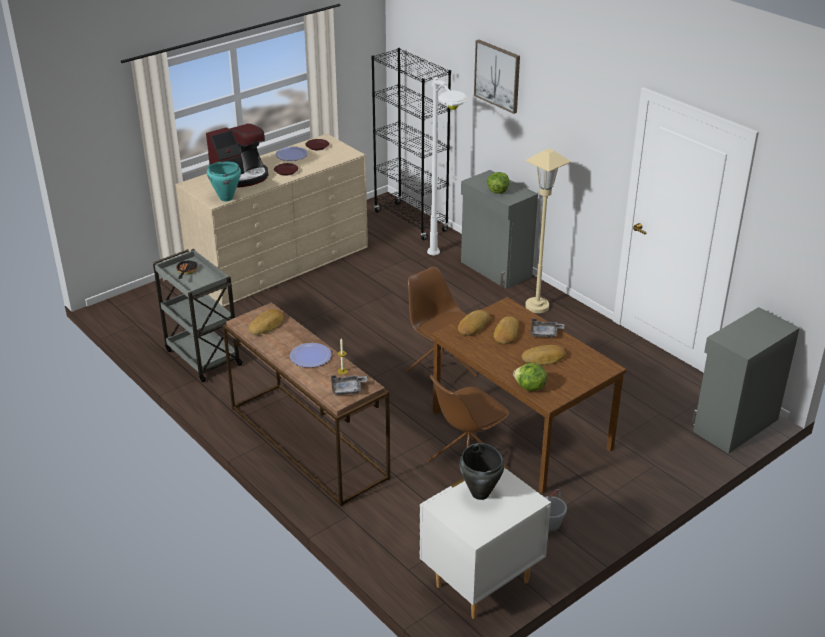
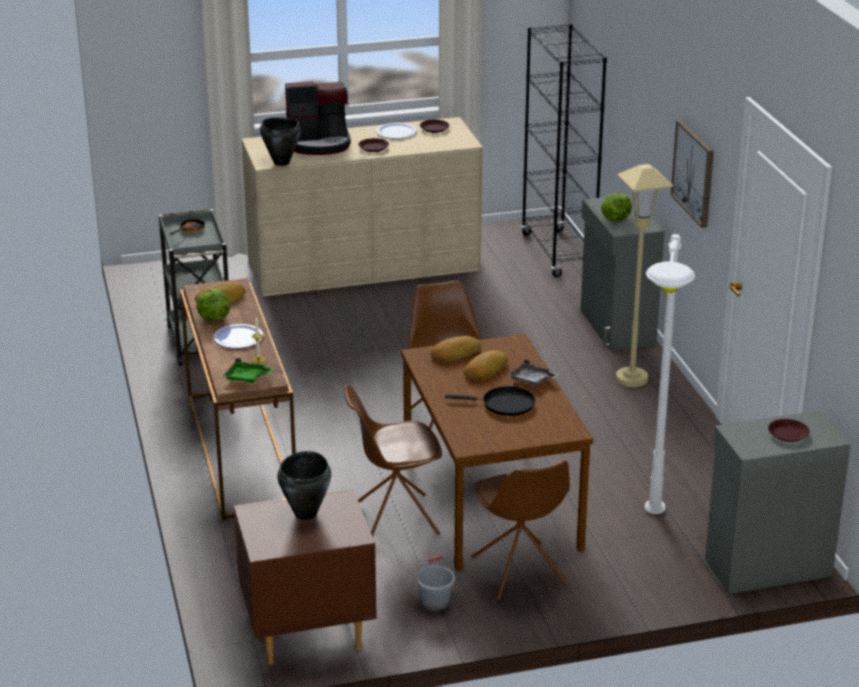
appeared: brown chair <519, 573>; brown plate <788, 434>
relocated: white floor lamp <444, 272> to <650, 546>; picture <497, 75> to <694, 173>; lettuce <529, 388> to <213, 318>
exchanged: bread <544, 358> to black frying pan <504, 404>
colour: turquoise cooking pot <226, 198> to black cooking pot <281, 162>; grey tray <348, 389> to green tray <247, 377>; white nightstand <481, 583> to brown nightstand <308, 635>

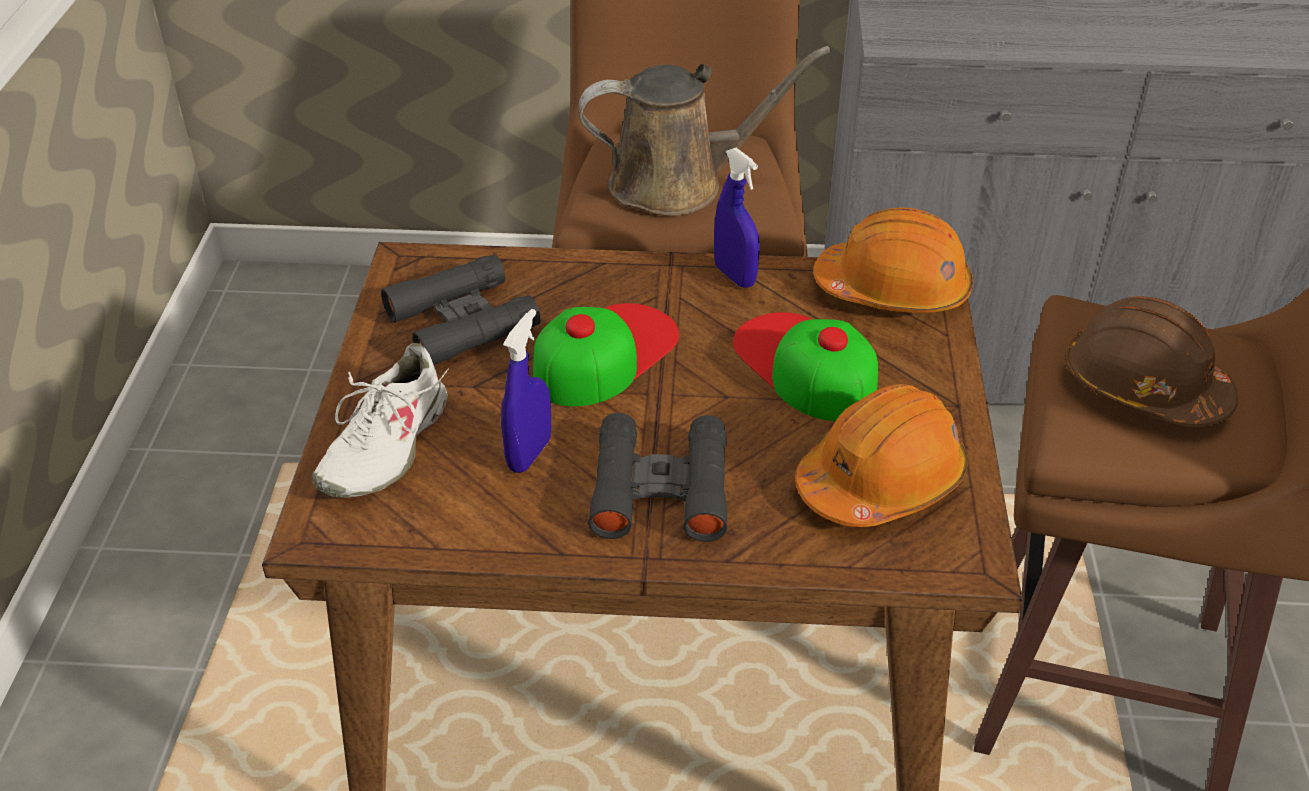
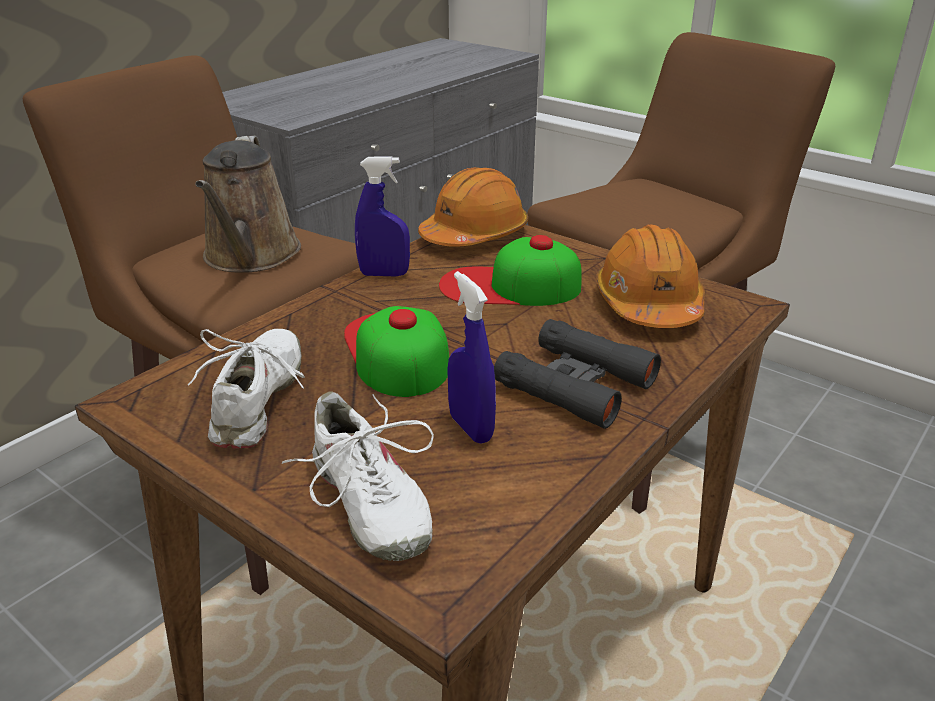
missing: brown hard hat <1142, 387>
exchanged: black binoculars <462, 322> to white shoe <260, 400>
spun: brown watering can <677, 184> = <250, 256> 150 degrees clockwise

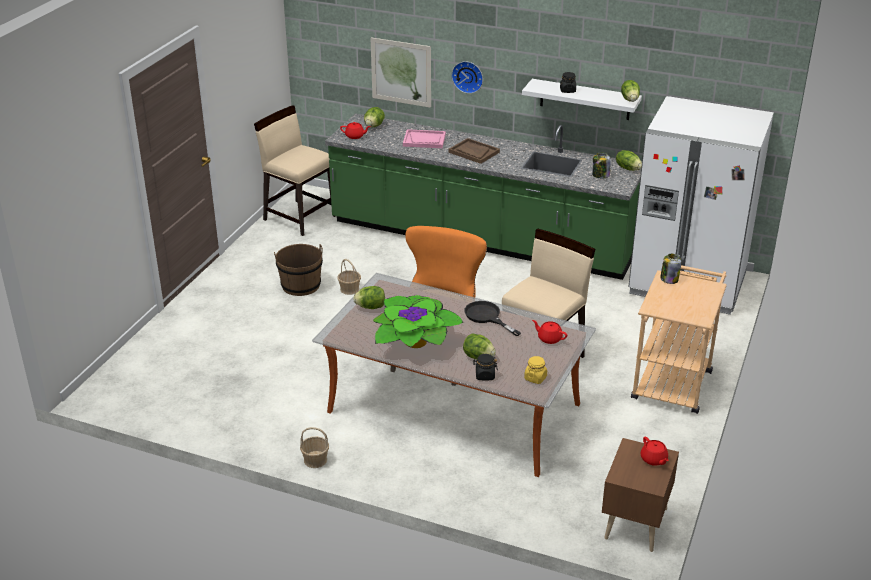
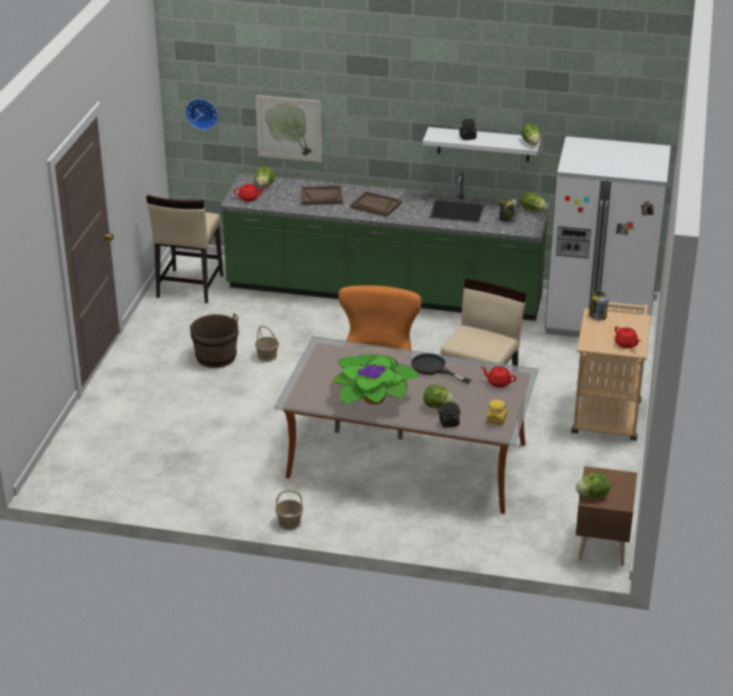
relocated: lettuce <370, 307> to <592, 495>; wall clock <468, 76> to <202, 113>; red teapot <654, 459> to <626, 344>
colour: pink tray <424, 140> to brown tray <321, 197>
spun: beige chair <299, 217> = <189, 286> 105 degrees counterclockwise

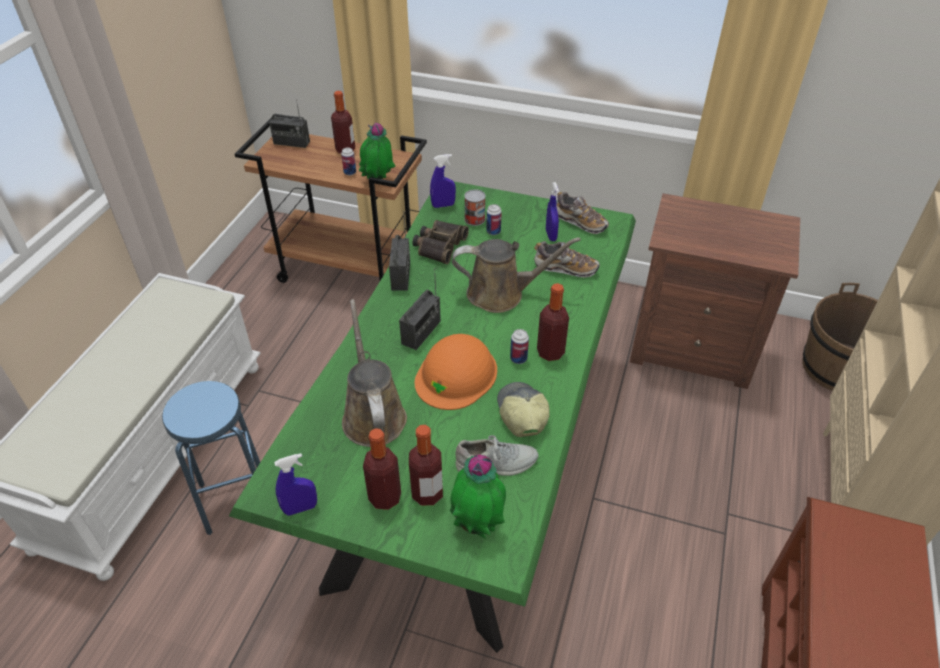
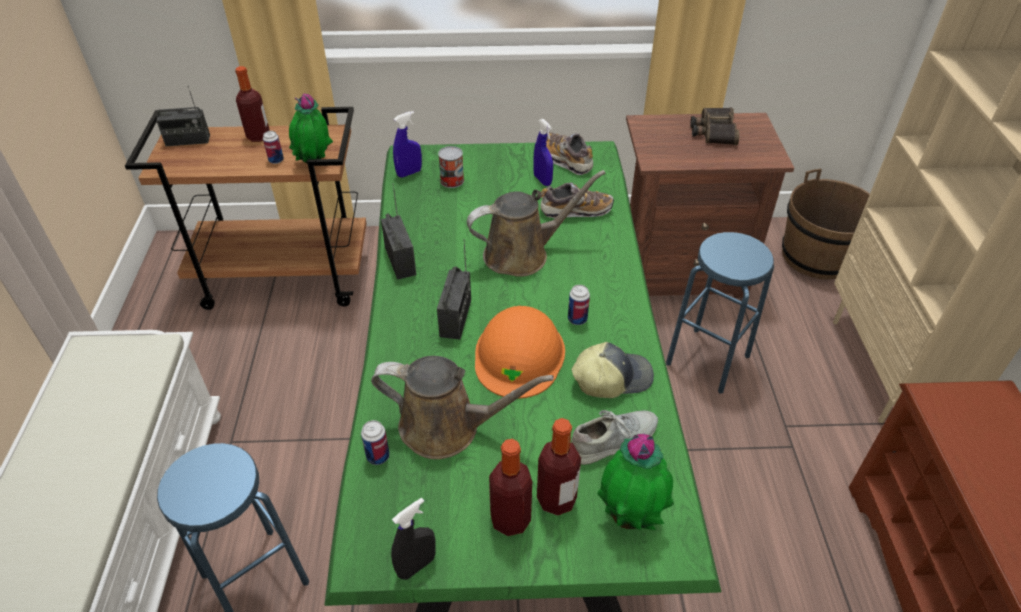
missing: bottle <550, 352>
appeared: blue stool <708, 360>
relocated: binoculars <439, 245> to <713, 131>; can <493, 231> to <378, 456>
colour: blue spray bottle <300, 508> to black spray bottle <416, 566>
spun: brown watering can <373, 415> = <447, 427> 135 degrees clockwise; cap <521, 413> = <611, 378> 105 degrees clockwise; shoe <580, 222> = <566, 160> 150 degrees counterclockwise

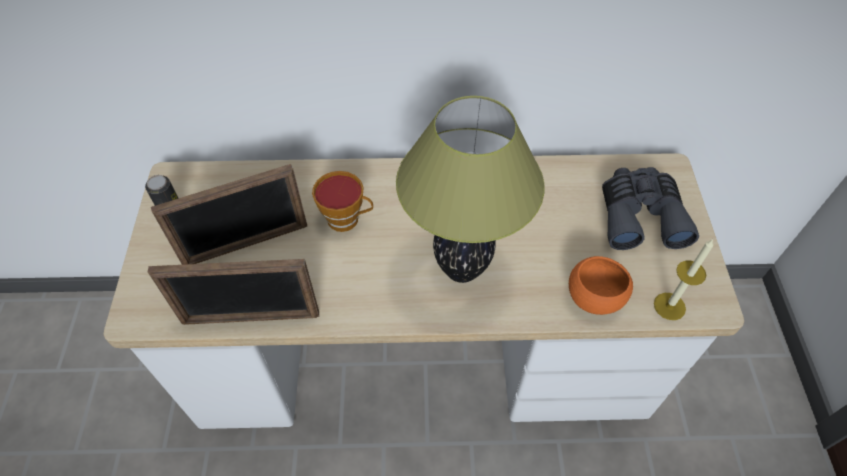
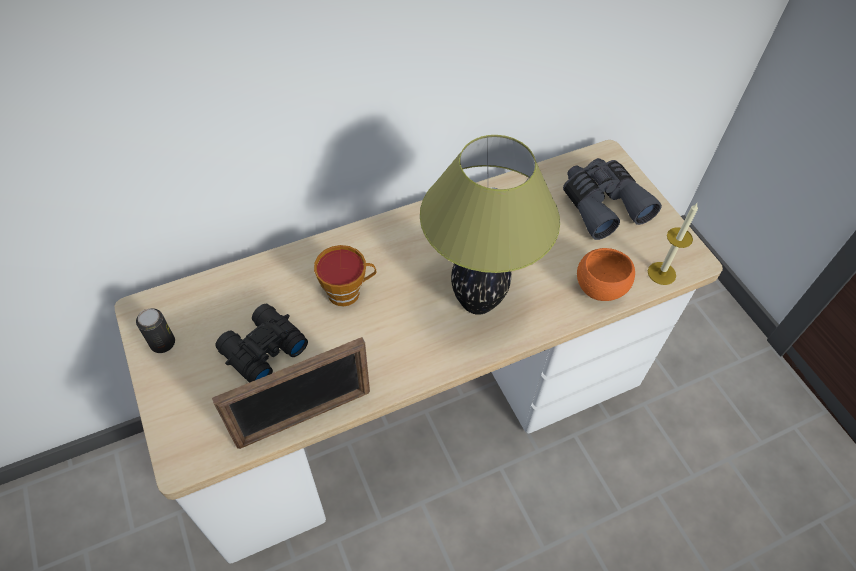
exchanged: picture frame <246, 245> to black binoculars <261, 350>

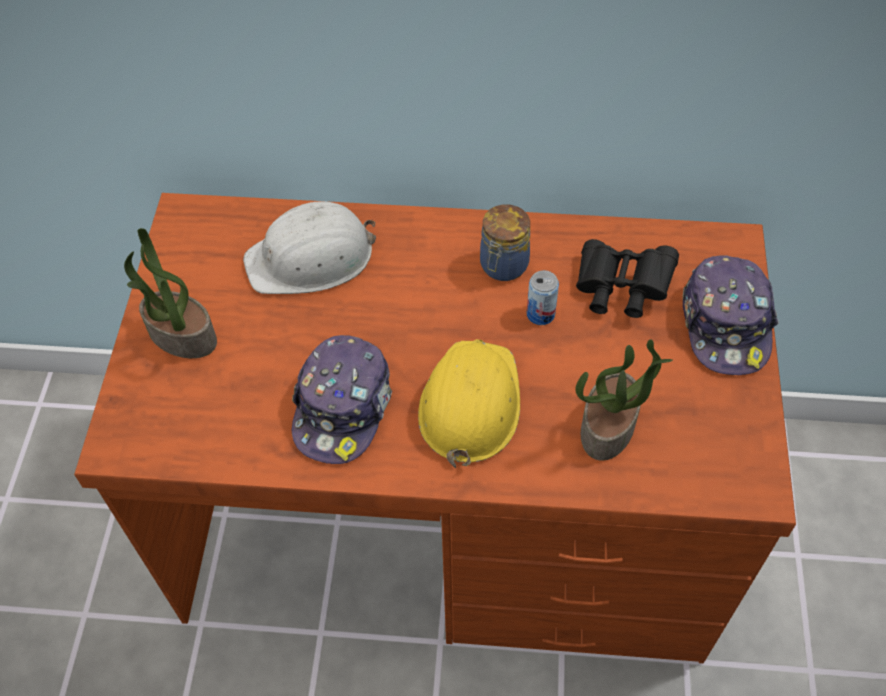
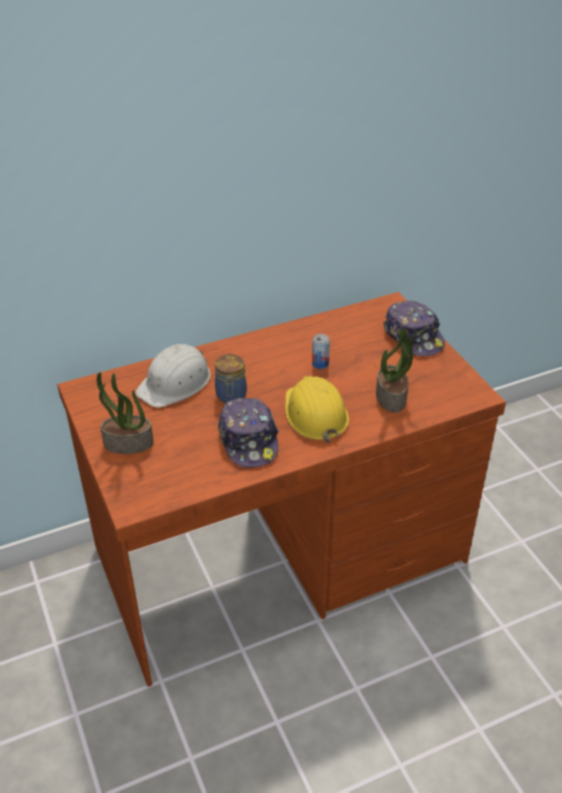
missing: black binoculars <620, 289>
relocated: jar <503, 266> to <231, 396>

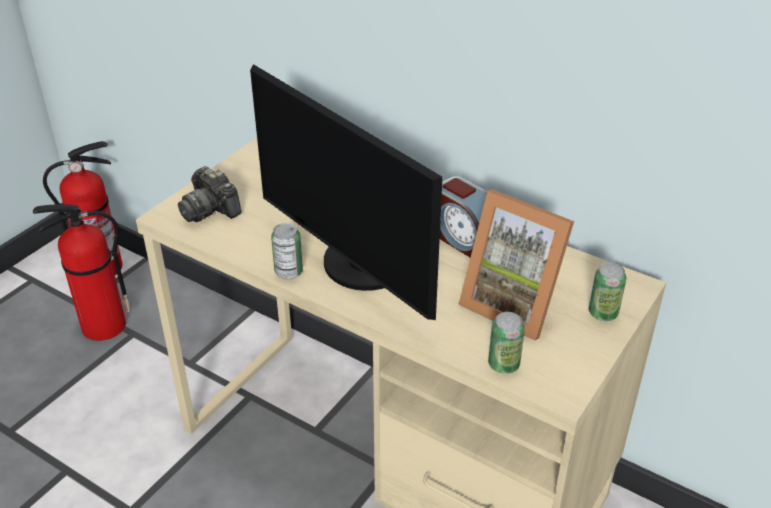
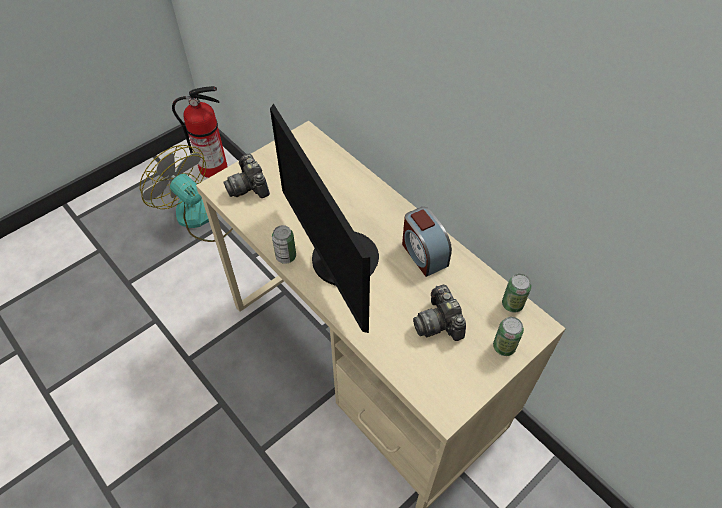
relocated: can <503, 364> to <512, 304>
exchanged: fire extinguisher <102, 327> to fan <202, 215>; picture frame <514, 304> to photo camera <439, 322>

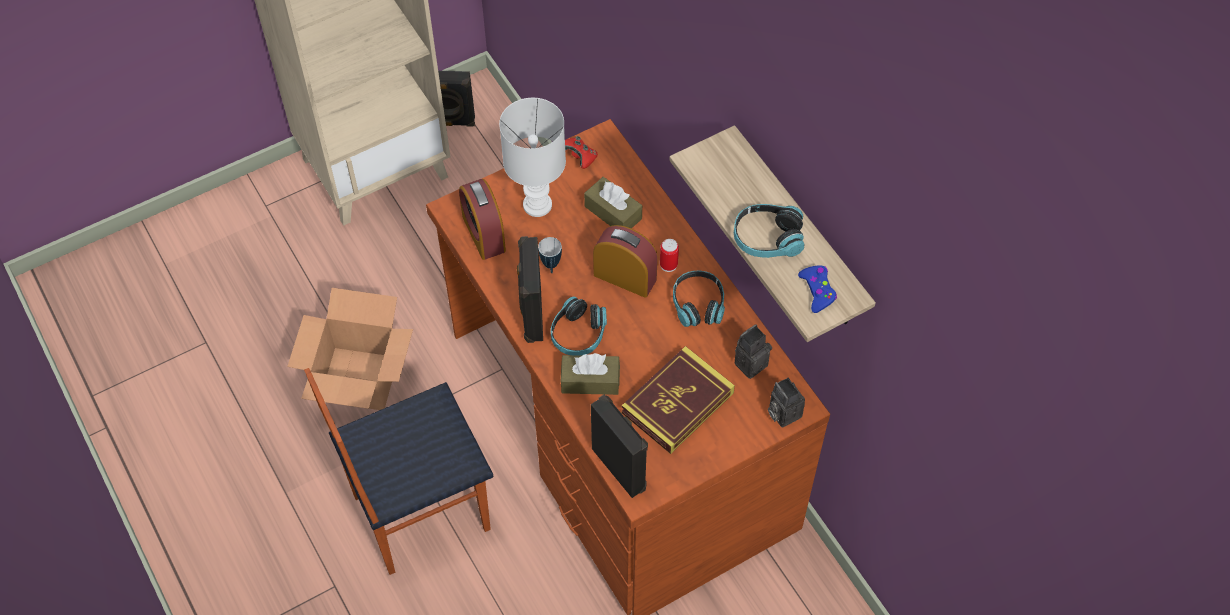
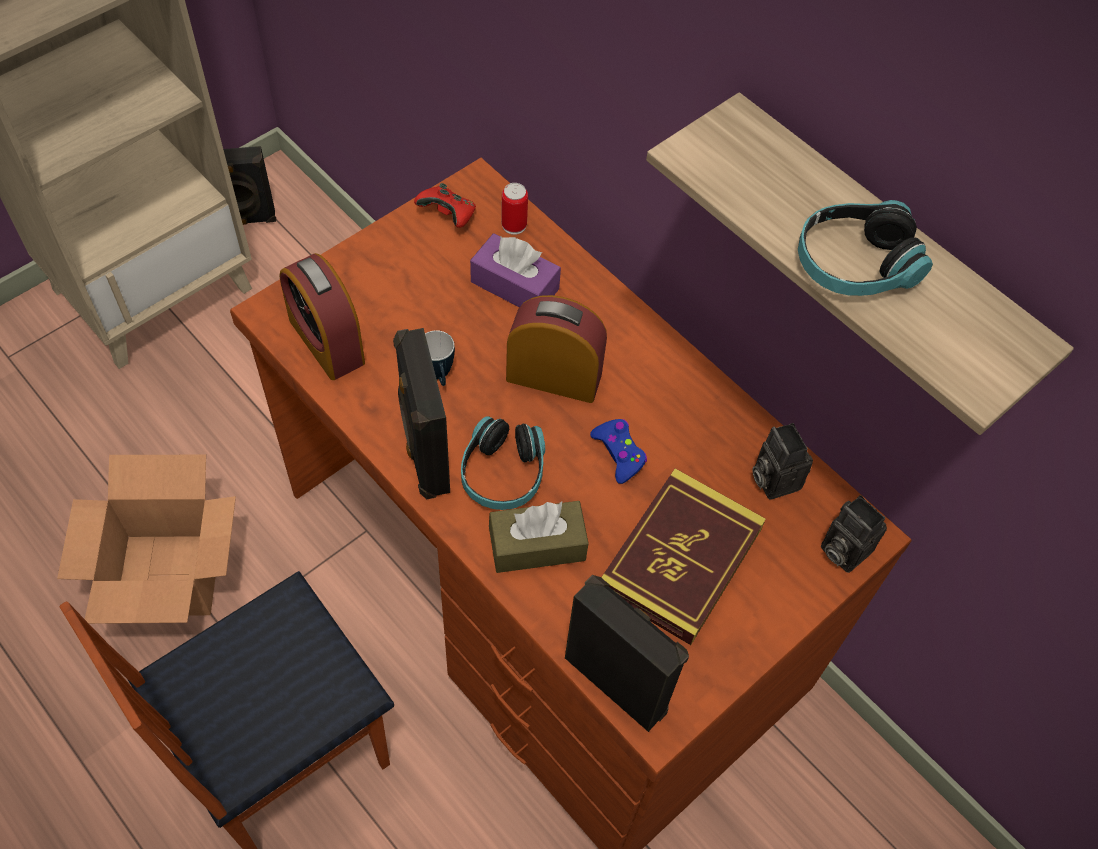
missing: white table lamp <536, 204>; headphones <698, 304>
relocated: can <668, 264> to <514, 225>; blue game controller <817, 291> to <619, 453>
colour: brown tissue box <613, 212> to purple tissue box <514, 285>
spun: photo camera <750, 362> = <772, 478> 60 degrees counterclockwise

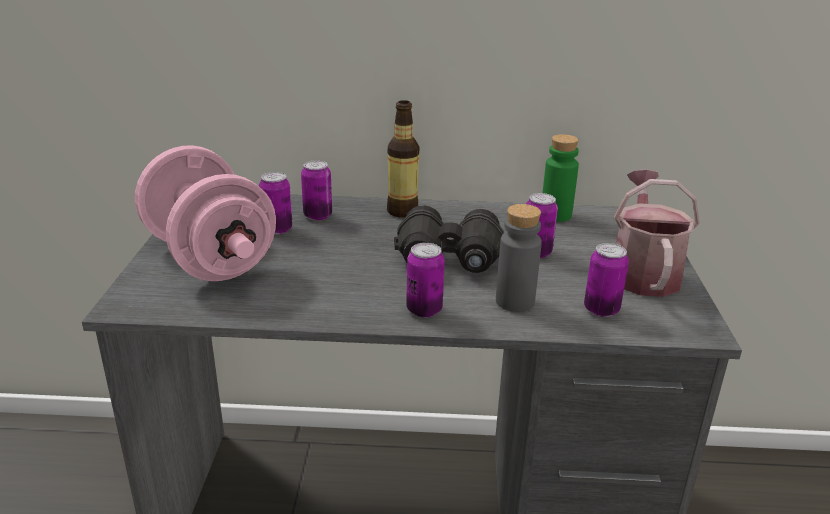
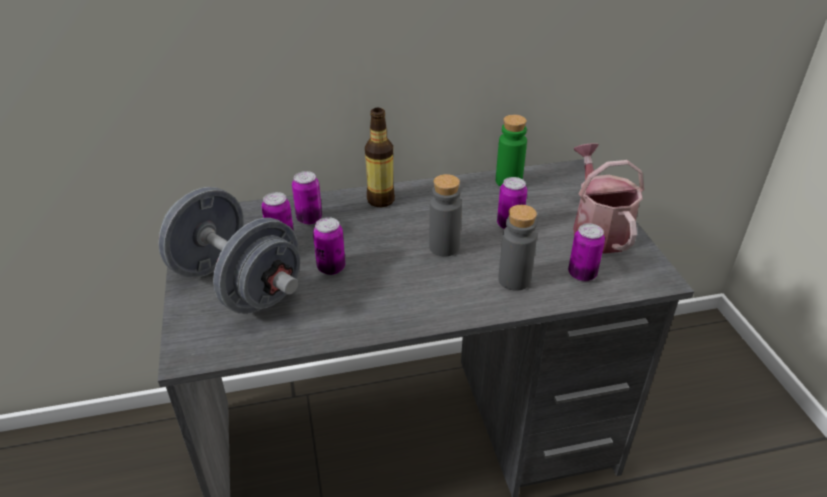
relocated: can <424, 310> to <331, 268>
exchanged: black binoculars <449, 260> to grey bottle <444, 247>
colour: pink dumbbell <210, 258> to grey dumbbell <237, 285>

